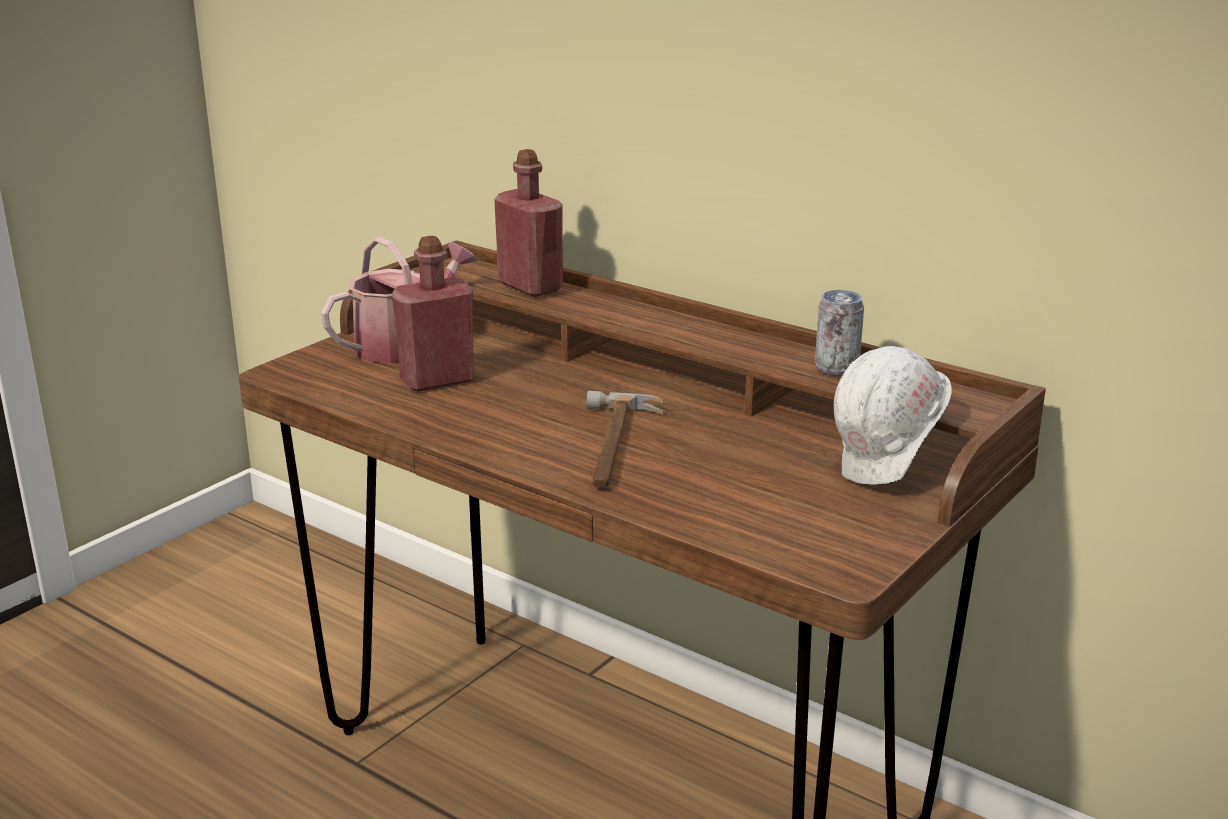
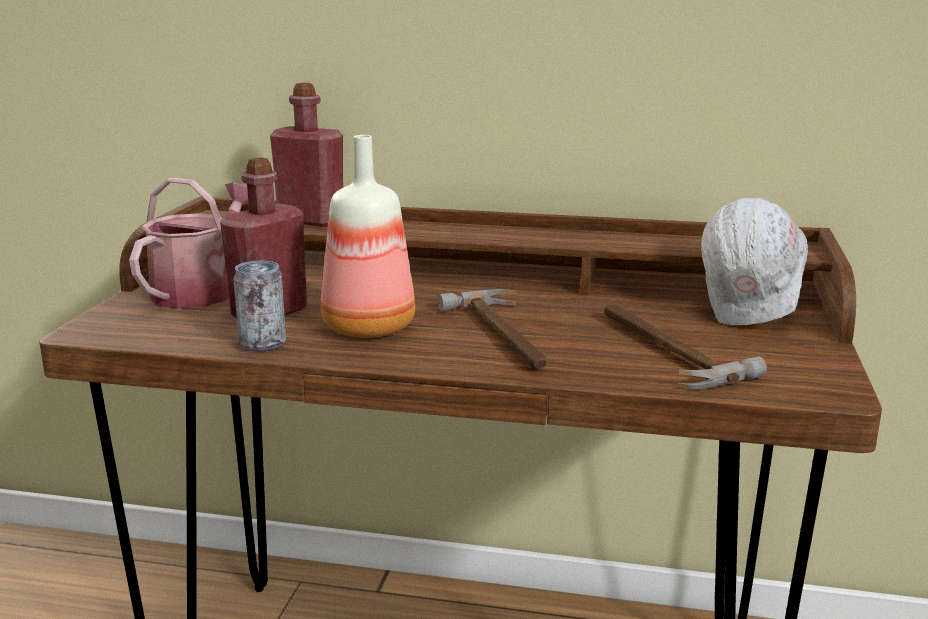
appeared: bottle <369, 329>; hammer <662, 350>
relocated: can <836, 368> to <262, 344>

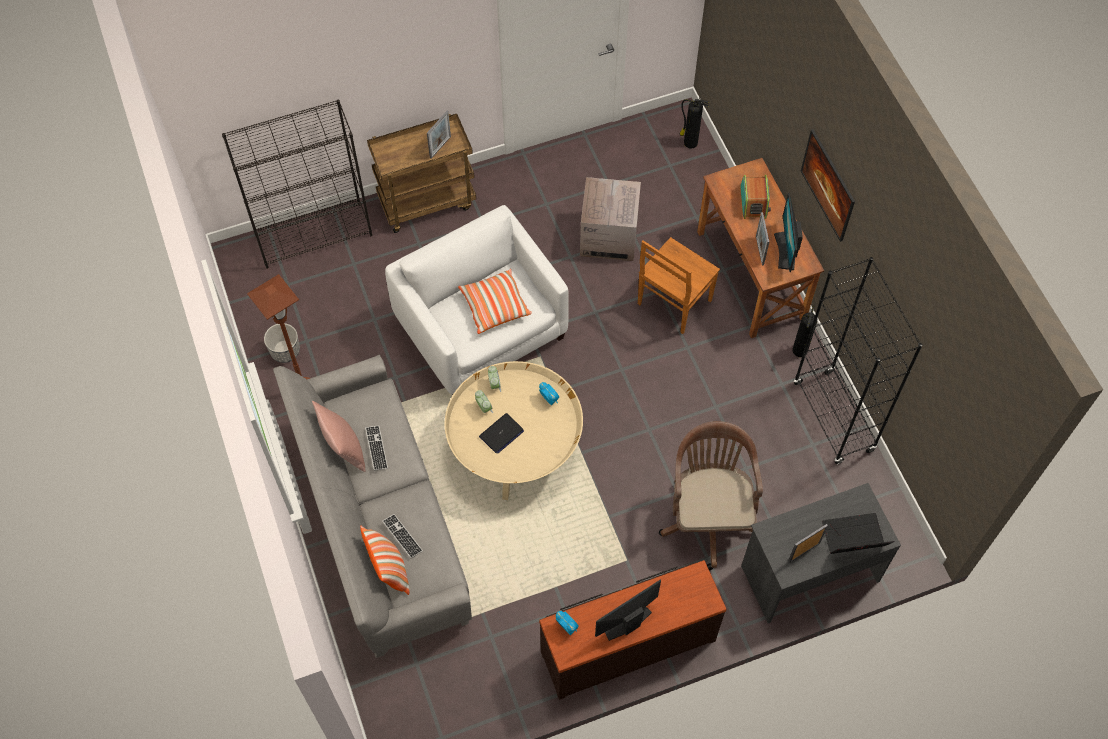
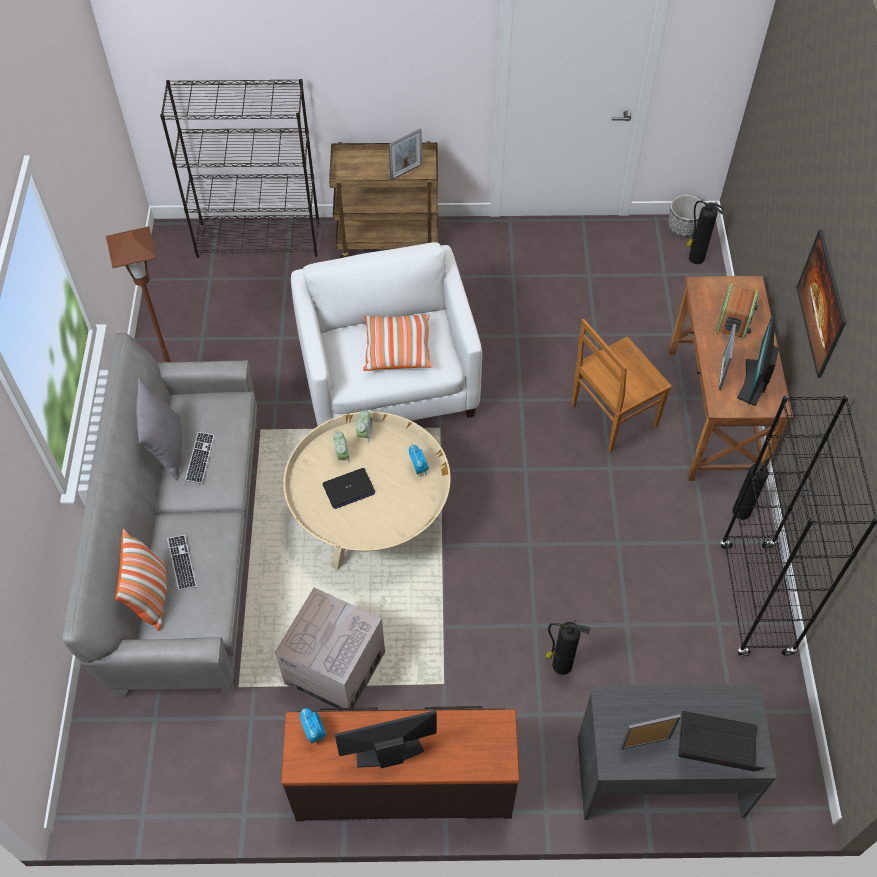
relocated: planter <285, 351> to <683, 227>; cardboard box <609, 236> to <335, 668>
exchanged: brown office chair <708, 516> to fire extinguisher <560, 665>
colour: pink pillow <344, 449> to grey pillow <166, 448>

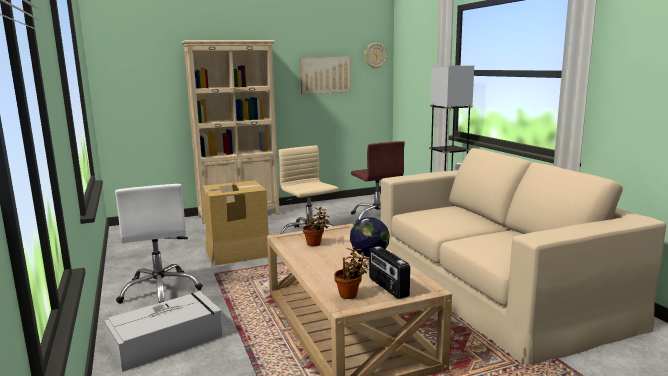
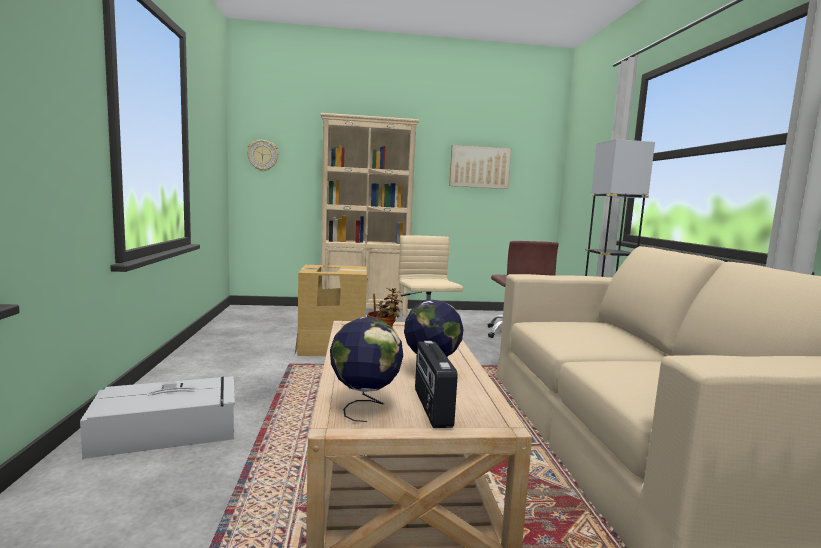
missing: white office chair <160, 290>
relocated: wall clock <375, 55> to <263, 155>
exchanged: potted plant <350, 295> to globe <365, 407>

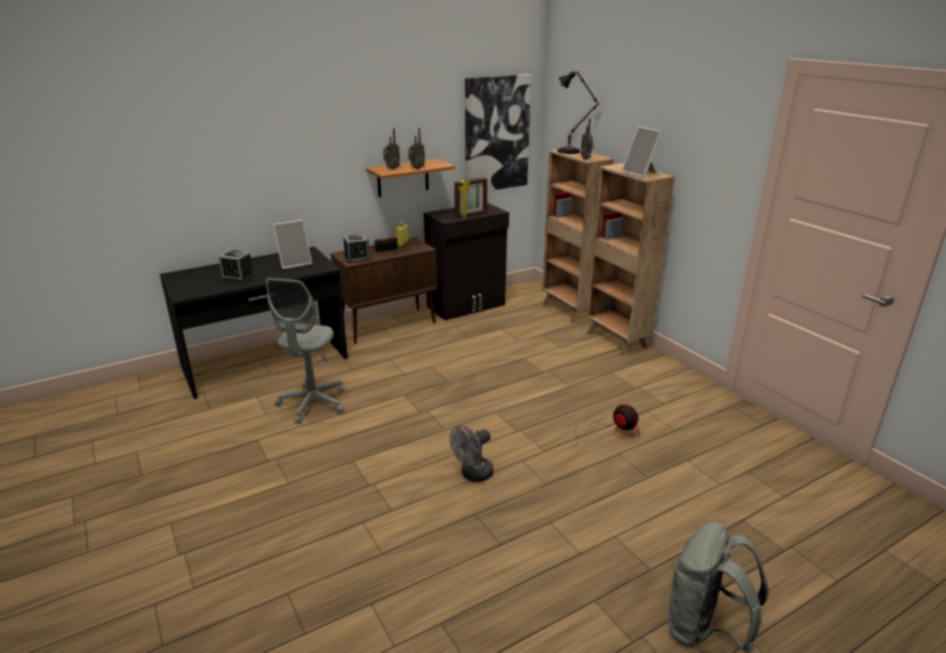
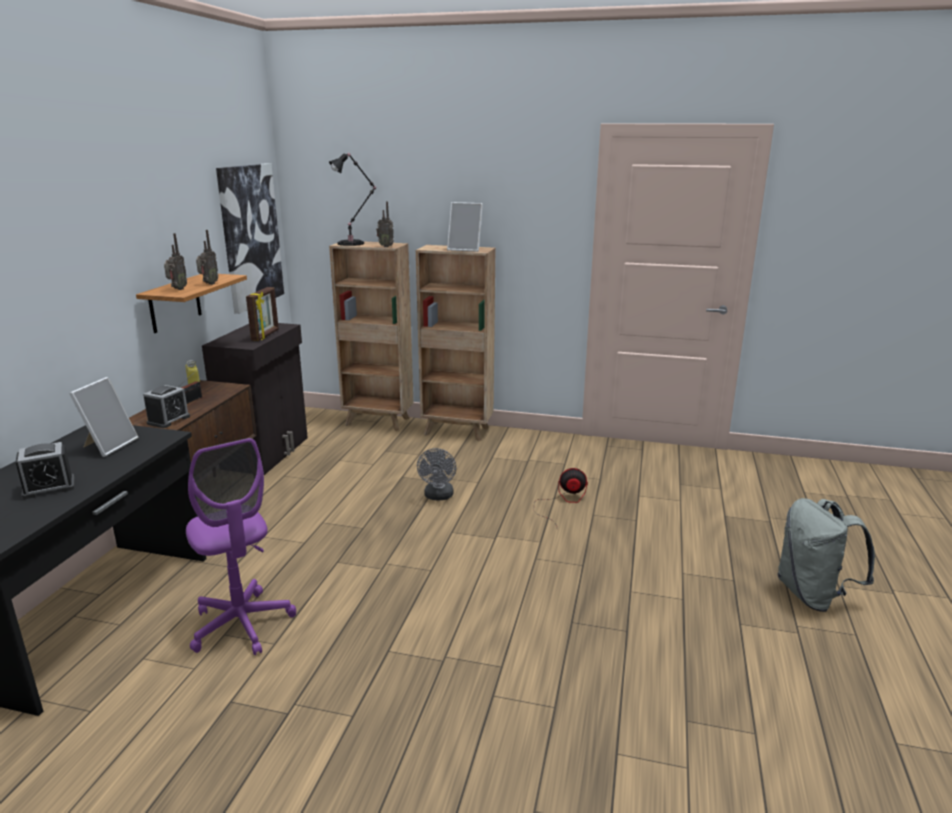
relocated: grey fan <473, 475> to <438, 496>
colour: grey office chair <313, 404> to purple office chair <242, 624>

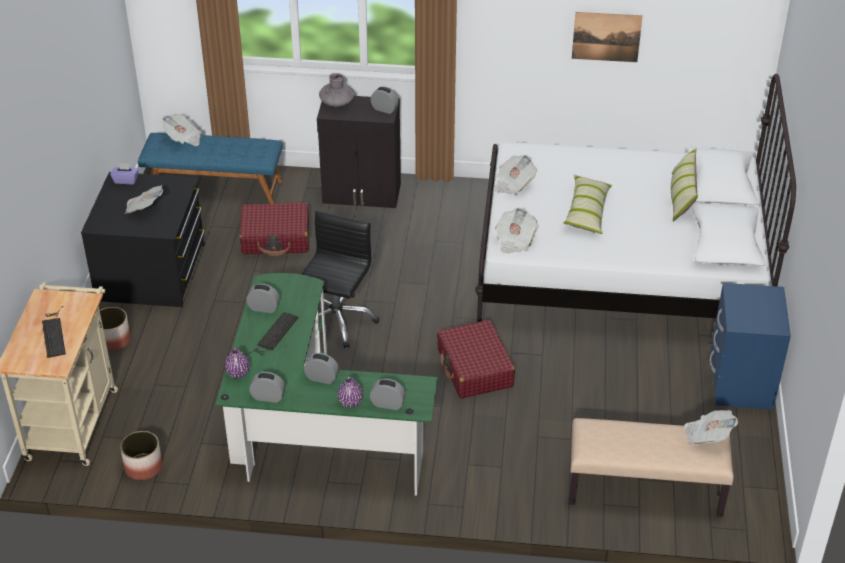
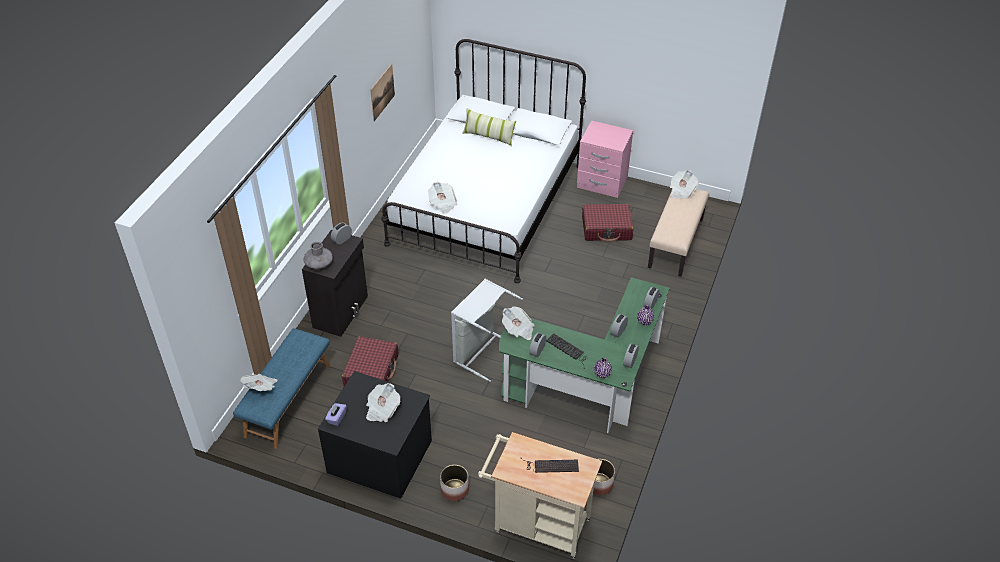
missing: pillow <587, 211>
relocated: red suitcase <474, 369> to <606, 228>; newspaper <514, 241> to <518, 329>
exchanged: black office chair <336, 320> to grey laundry basket <481, 352>
colour: blue nightstand <740, 382> to pink nightstand <602, 183>

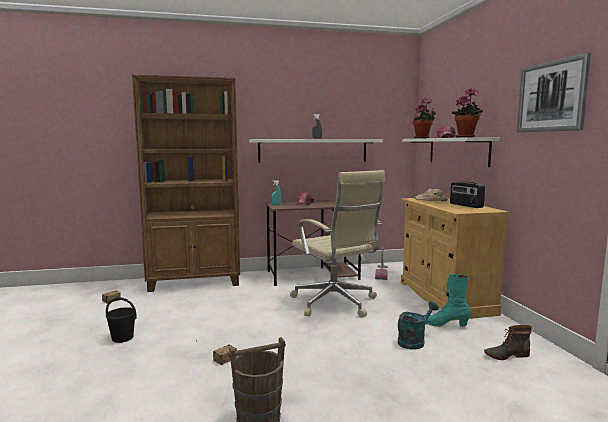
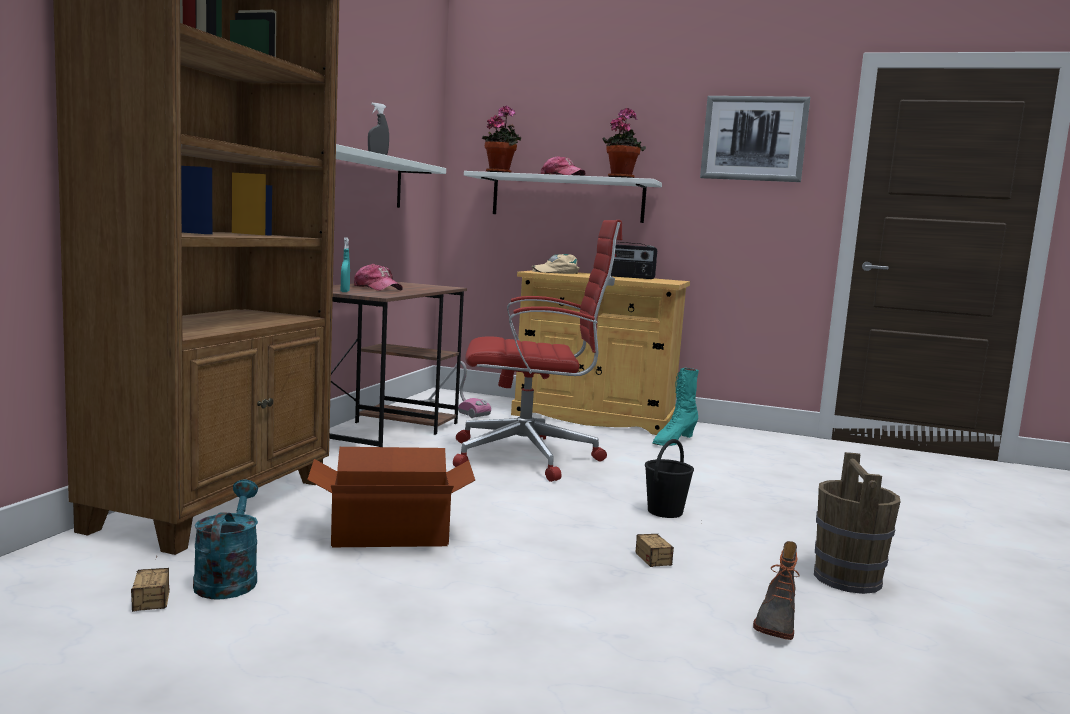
appeared: cardboard box <389, 532>
relocated: black bucket <123, 338> to <665, 511>; turquoise watering can <414, 341> to <228, 578>; boot <506, 355> to <775, 621>
colour: beige office chair <335, 303> to red office chair <530, 457>

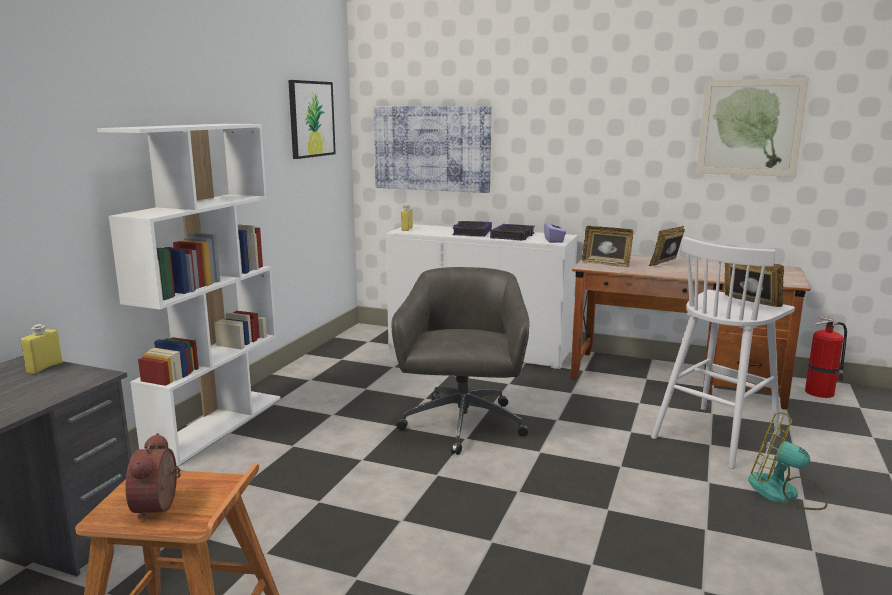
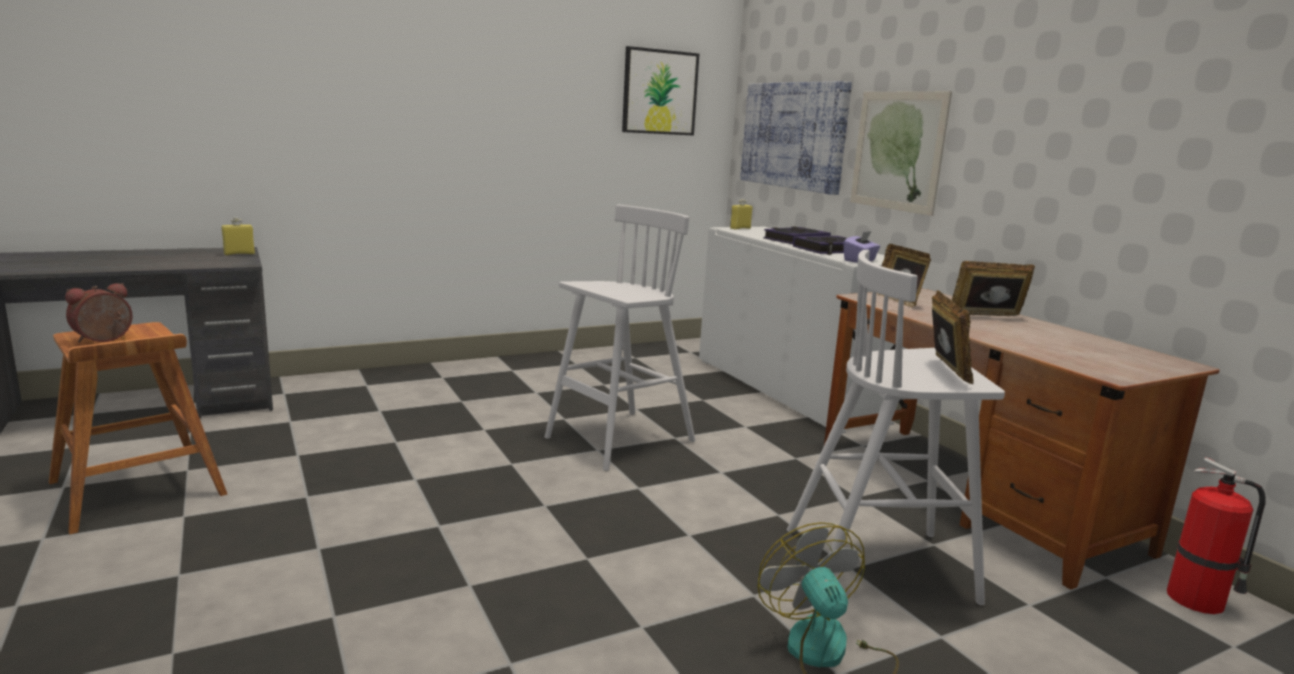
missing: white bookcase <216, 424>
relocated: picture <750, 127> to <897, 151>
exchanged: grey office chair <462, 426> to white stool <618, 440>

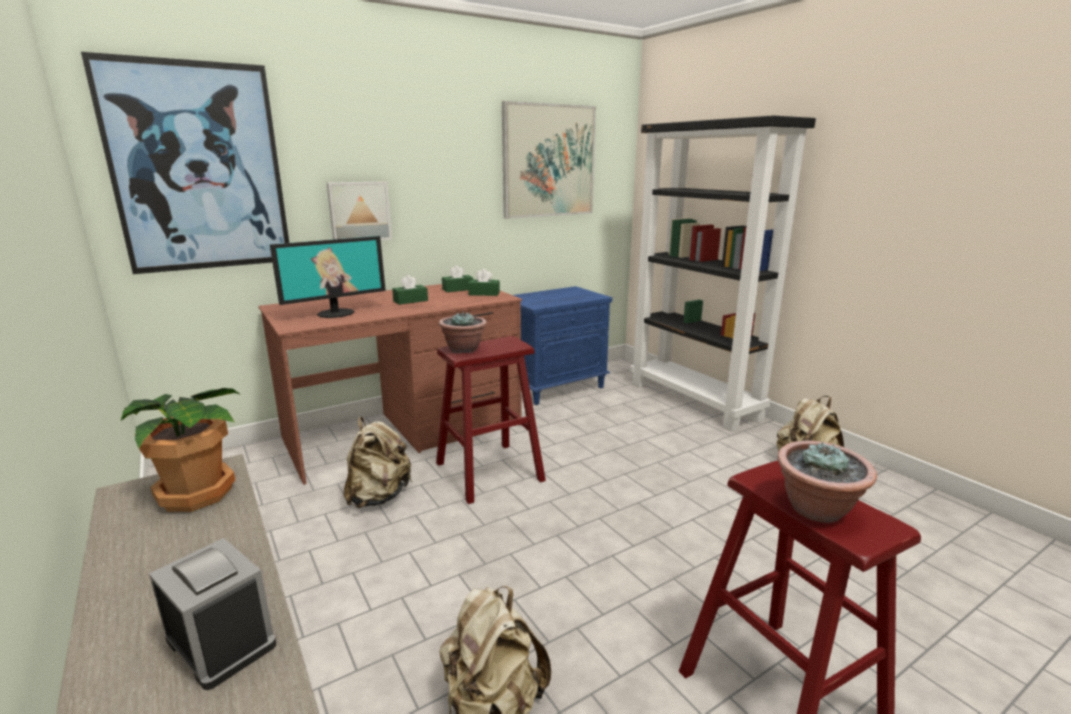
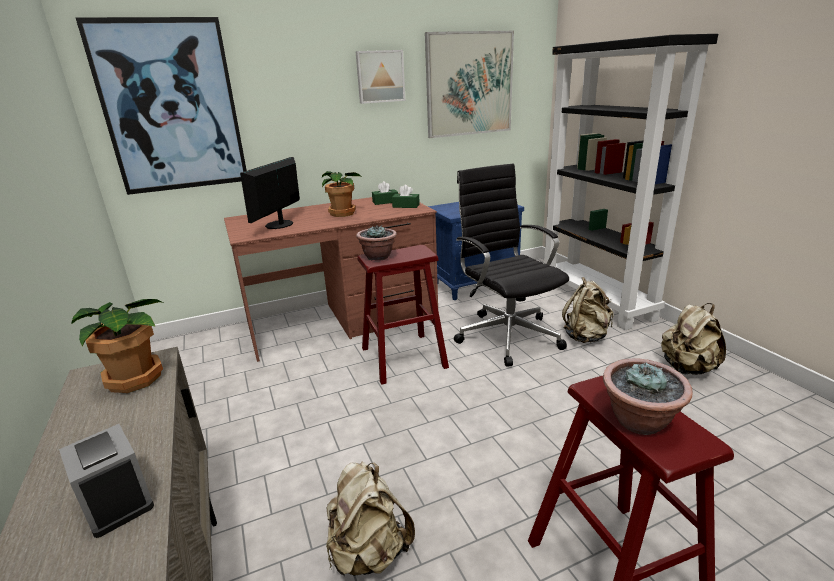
appeared: black office chair <507, 335>
relocated: picture <359, 211> to <380, 76>; beige backpack <379, 496> to <586, 336>
exchanged: green tissue box <410, 301> to potted plant <343, 213>
spun: monitor <336, 313> = <280, 224> 135 degrees clockwise

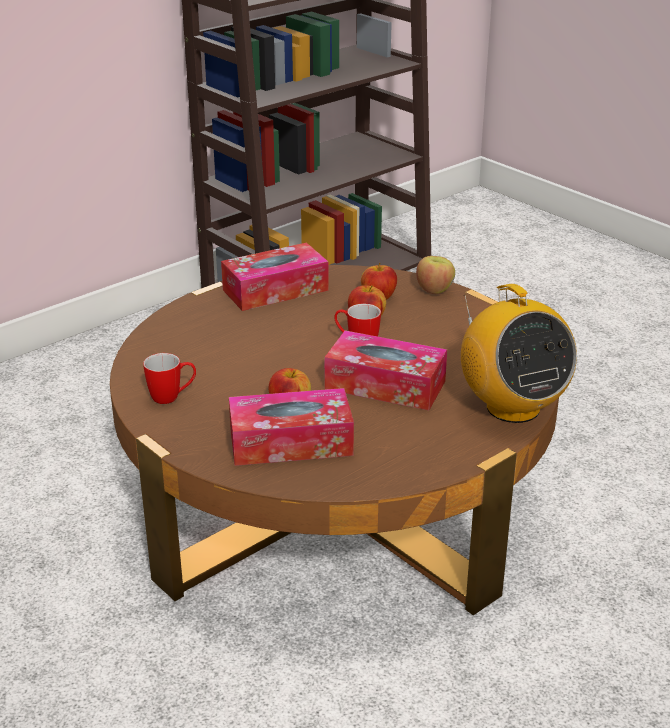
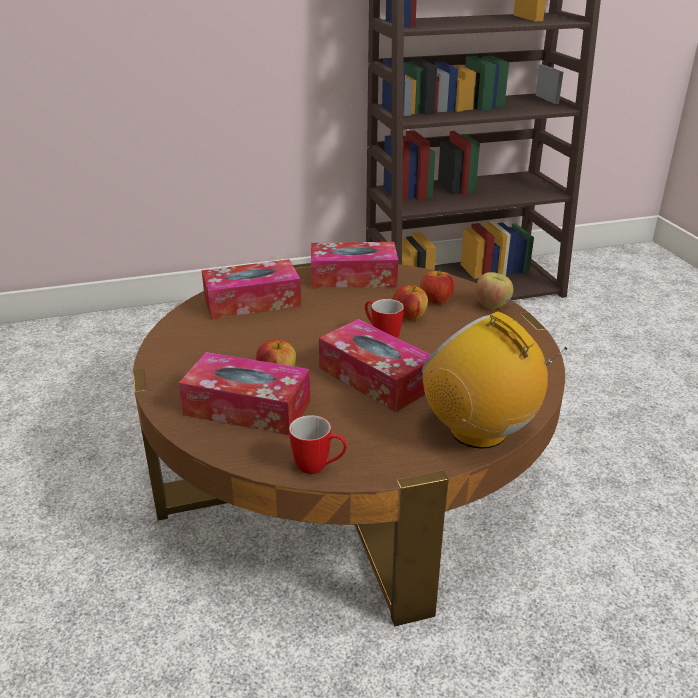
appeared: tissue box <252, 302>
relocated: mug <172, 397> to <319, 467>
spun: radio <512, 407> = <479, 431> 135 degrees clockwise

